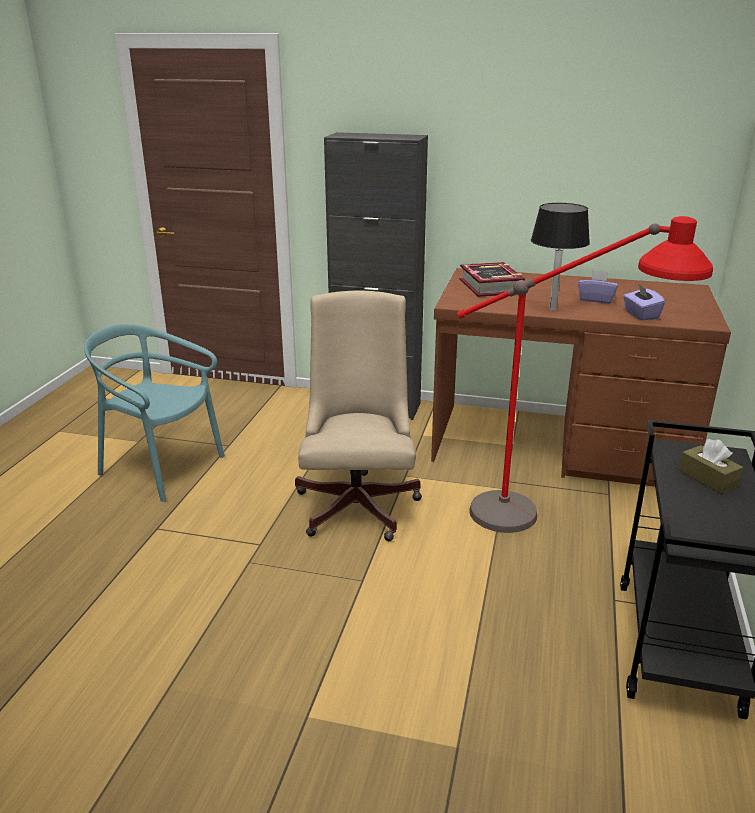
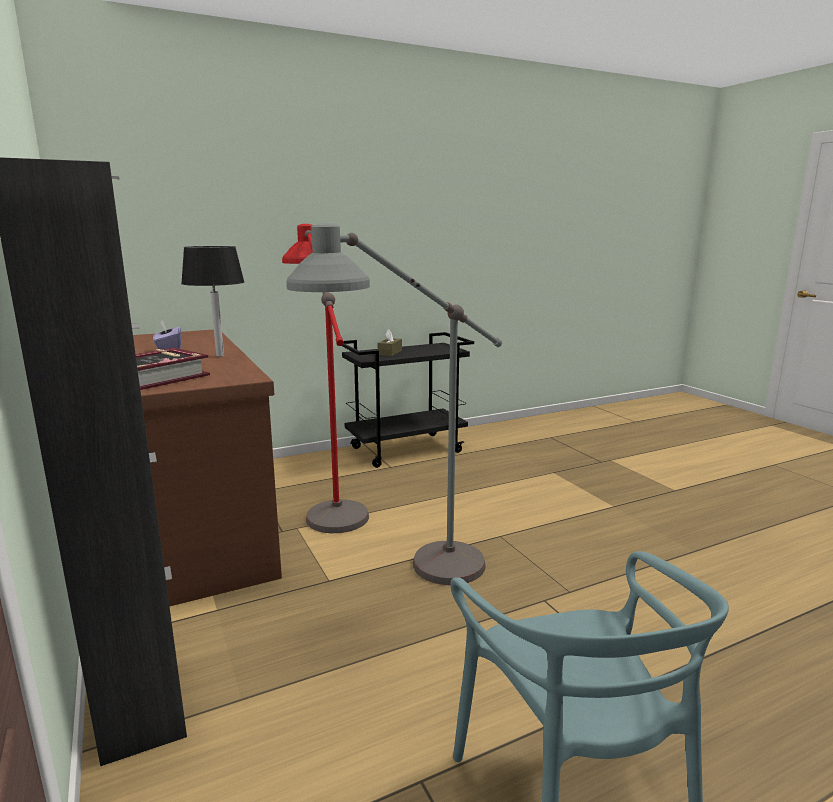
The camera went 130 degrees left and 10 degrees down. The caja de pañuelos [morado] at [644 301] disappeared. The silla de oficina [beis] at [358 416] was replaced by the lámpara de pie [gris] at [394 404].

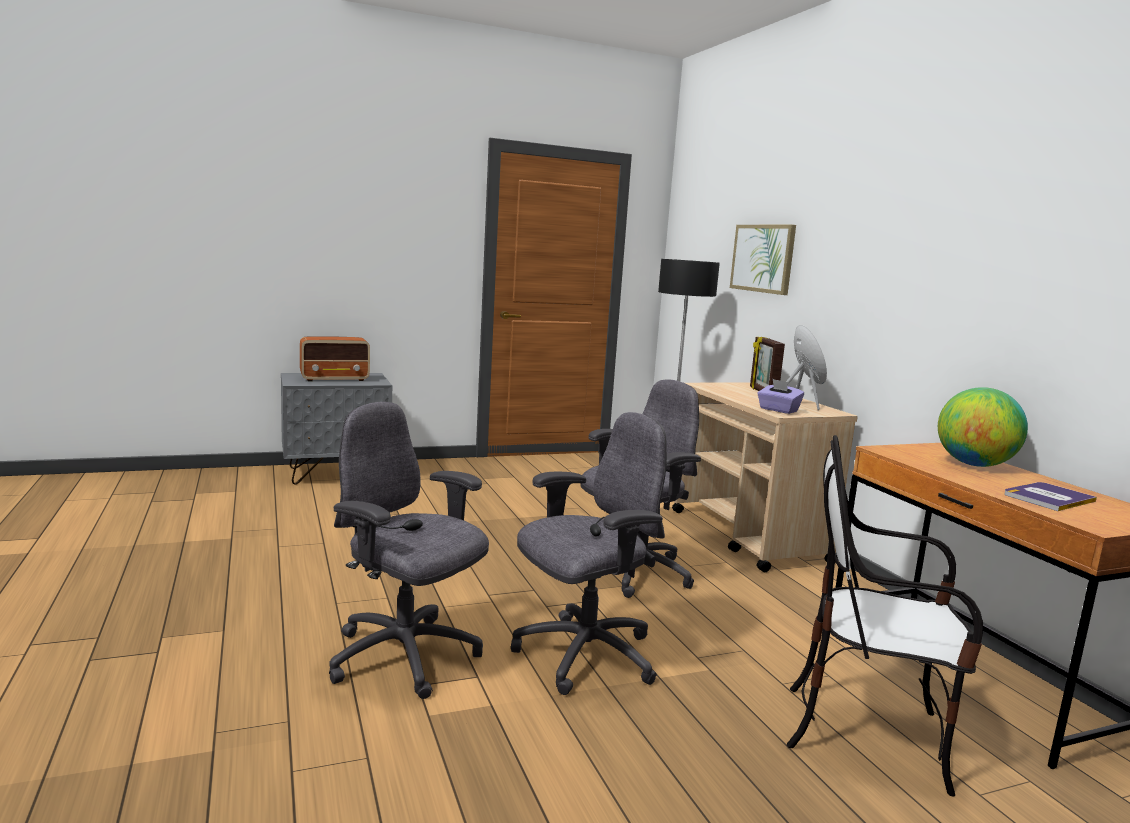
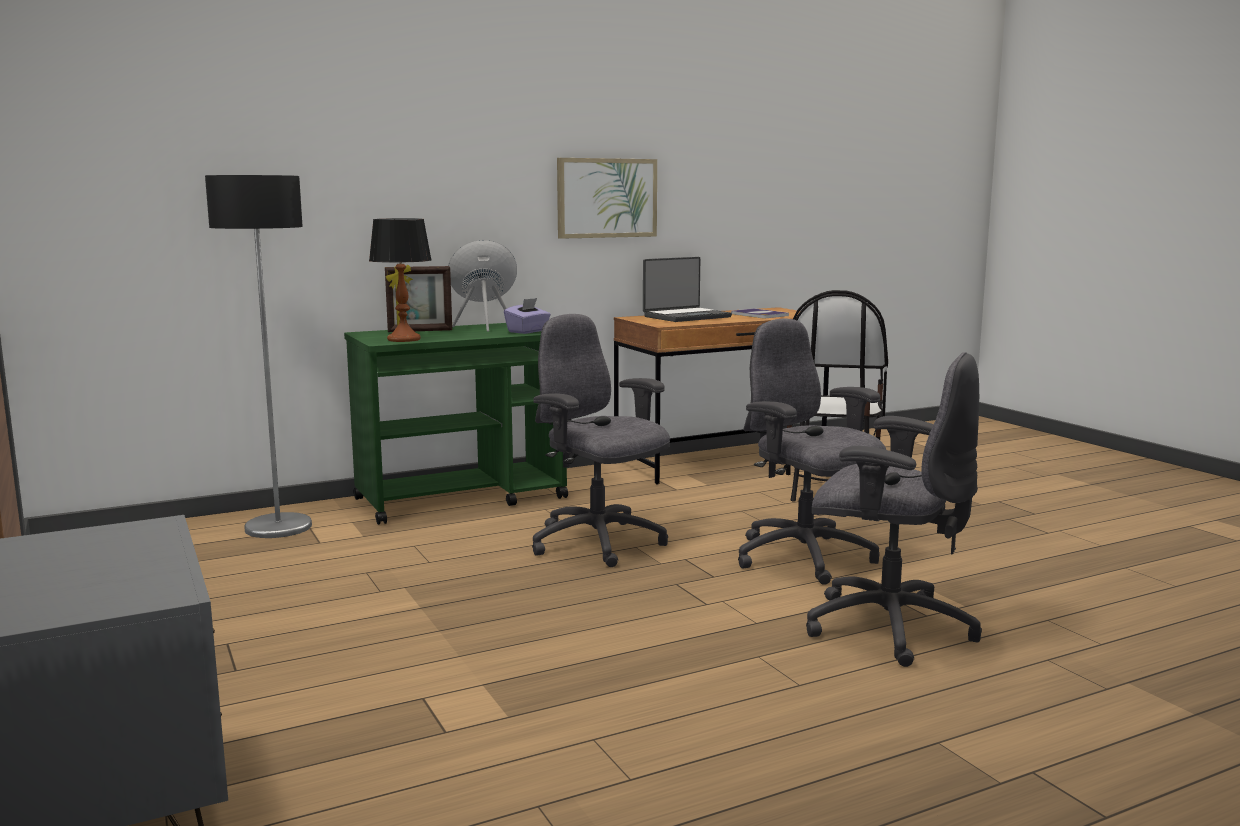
The camera went 95 degrees left and 0 degrees up. The cuadro moved from [763 260] to [607 198]. The radio at [335 358] disappeared. The carrito [beis] at [765 477] became the carrito [verde] at [456 424]. The globo terráqueo at [983 427] was replaced by the portátil at [687 289]. The silla de oficina [gris] at [409 550] turned 90 degrees counterclockwise. The lámpara de mesa at [400 280] appeared.

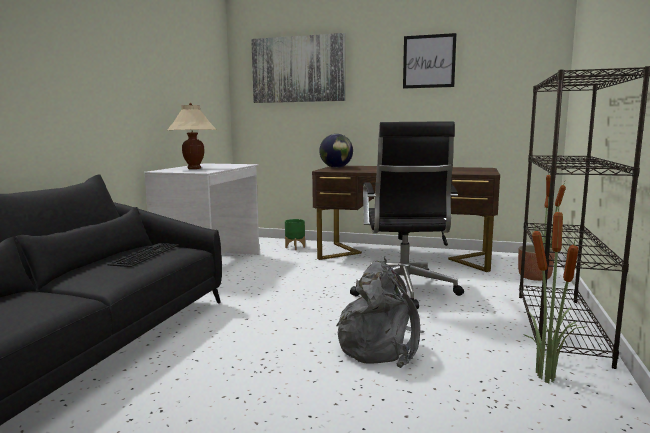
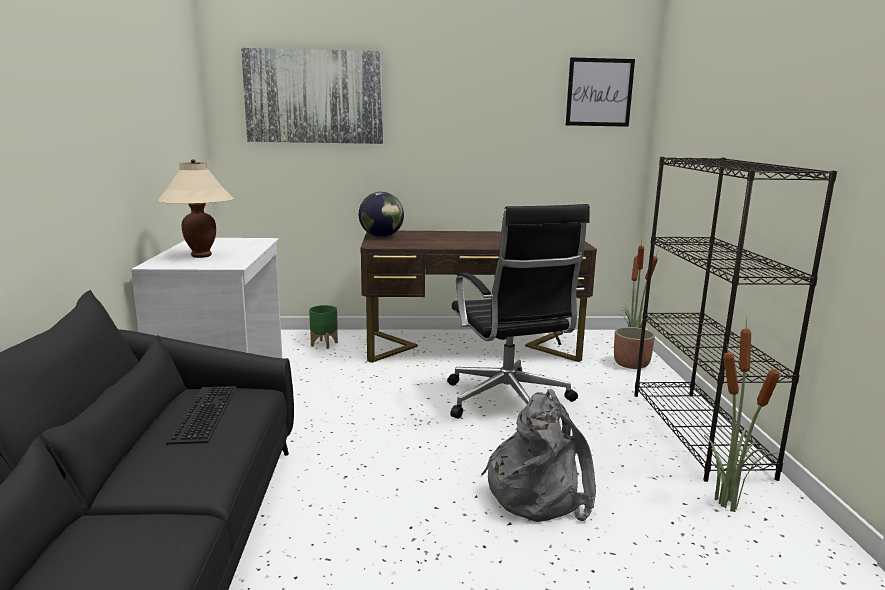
The camera went 20 degrees left and 5 degrees up. The cuadro moved from [430 61] to [600 92].

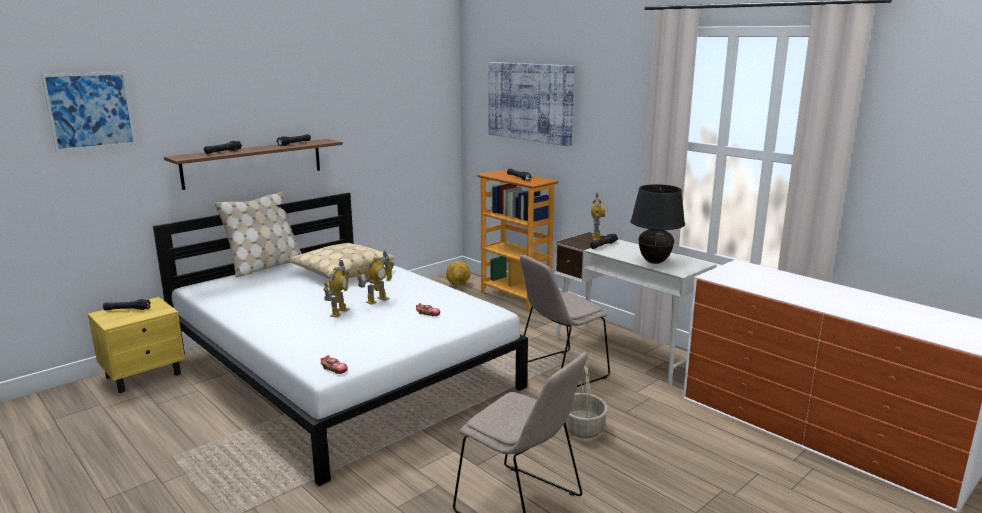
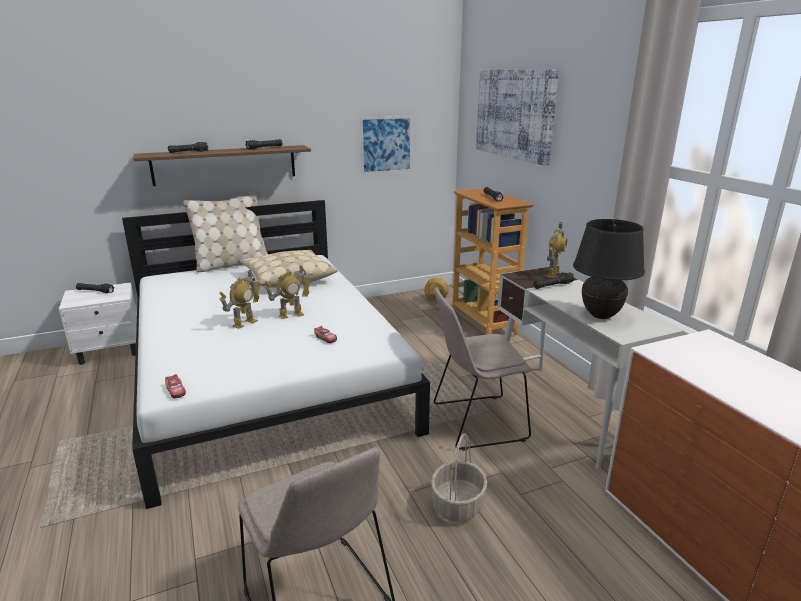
The camera went 20 degrees right and 5 degrees up. The cuadro moved from [88 112] to [386 145]. The mesita de noche [amarillo] at [136 345] became the mesita de noche [blanco] at [98 323].

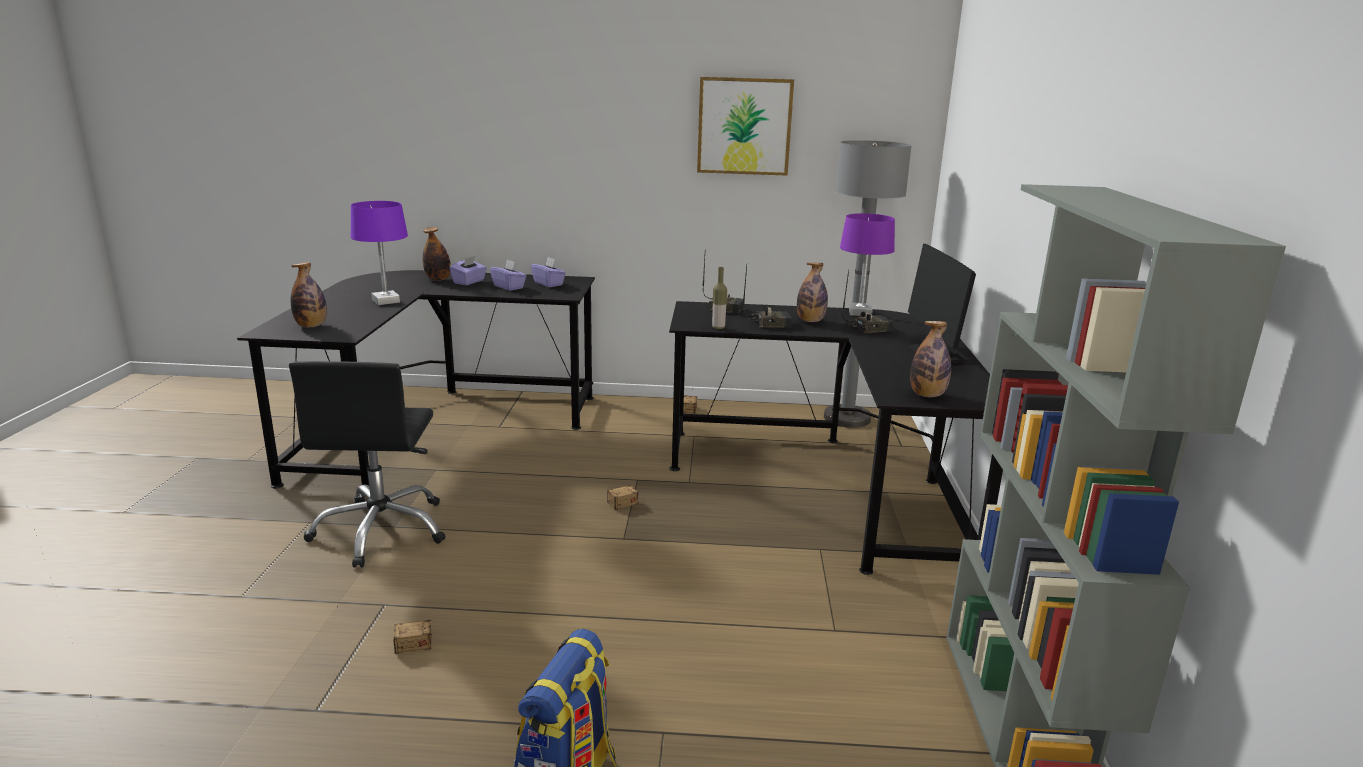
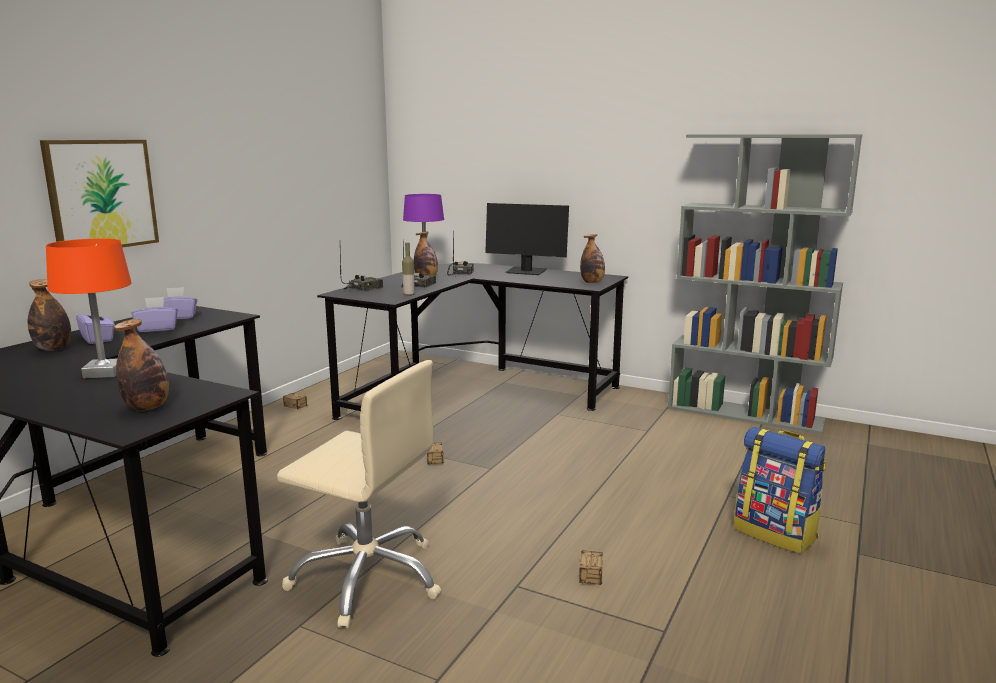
The camera went 65 degrees left and 5 degrees down. The cuadro moved from [745 126] to [99 194]. The lámpara de pie [gris] at [868 284] disappeared. The lámpara de mesa [morado] at [379 253] became the lámpara de mesa [naranja] at [89 308]. The silla de oficina [negro] at [367 464] became the silla de oficina [beis] at [359 494].

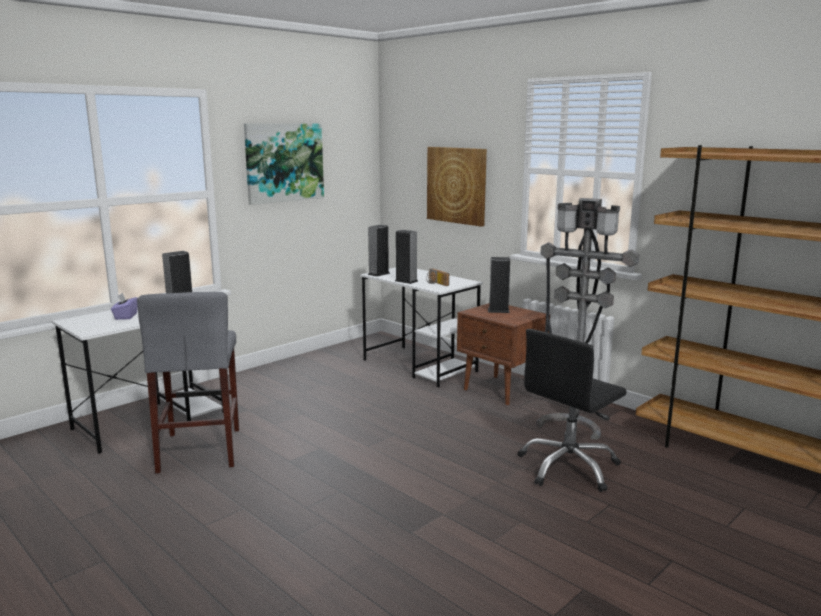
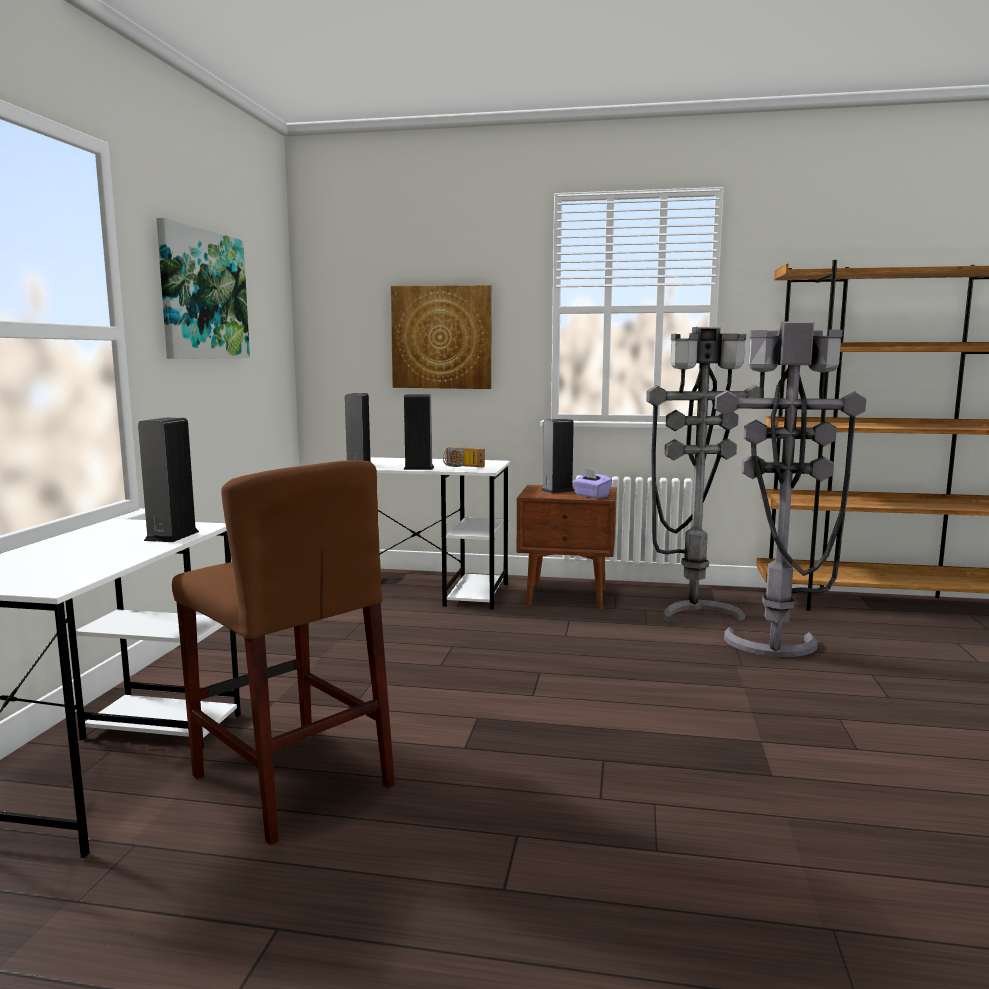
The camera went 35 degrees left and 5 degrees down. The taburete [gris] at [188 382] became the taburete [marrón] at [283 652]. The caja de pañuelos [morado] moved from [124 306] to [592 483]. The silla de oficina [negro] at [572 410] was replaced by the lámpara de pie [gris] at [790 489].

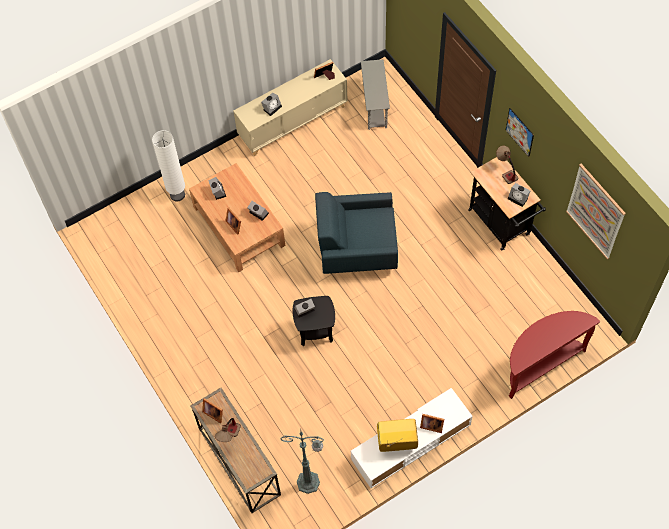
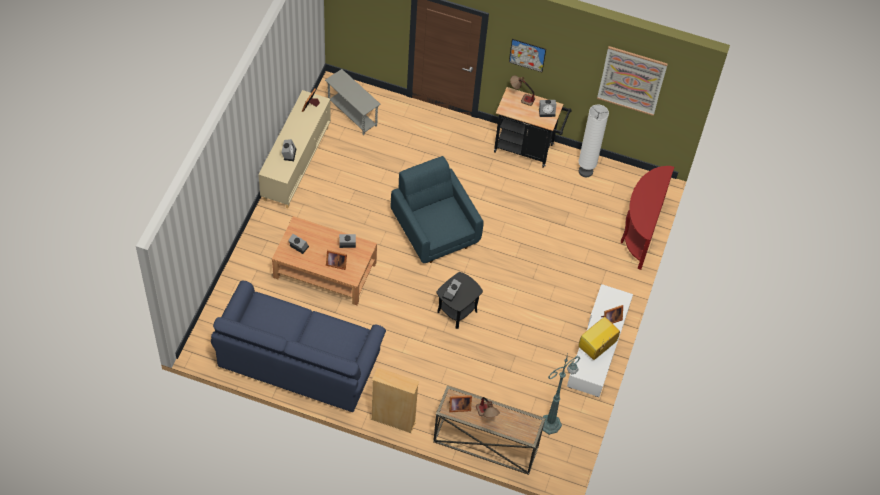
The camera went 45 degrees left and 5 degrees down. The lámpara de pie [blanco] moved from [168 166] to [594 140]. The sillón [azul] at [356 233] turned 105 degrees clockwise. The sofá [azul] at [298 346] appeared. The estantería [beis] at [395 400] appeared.

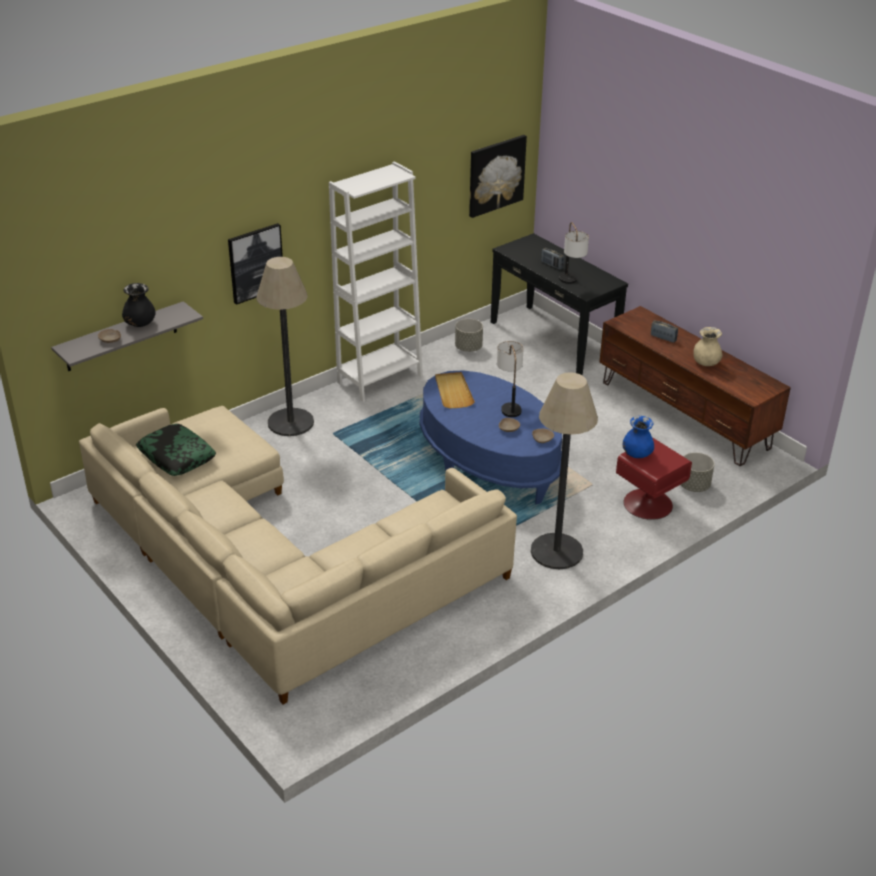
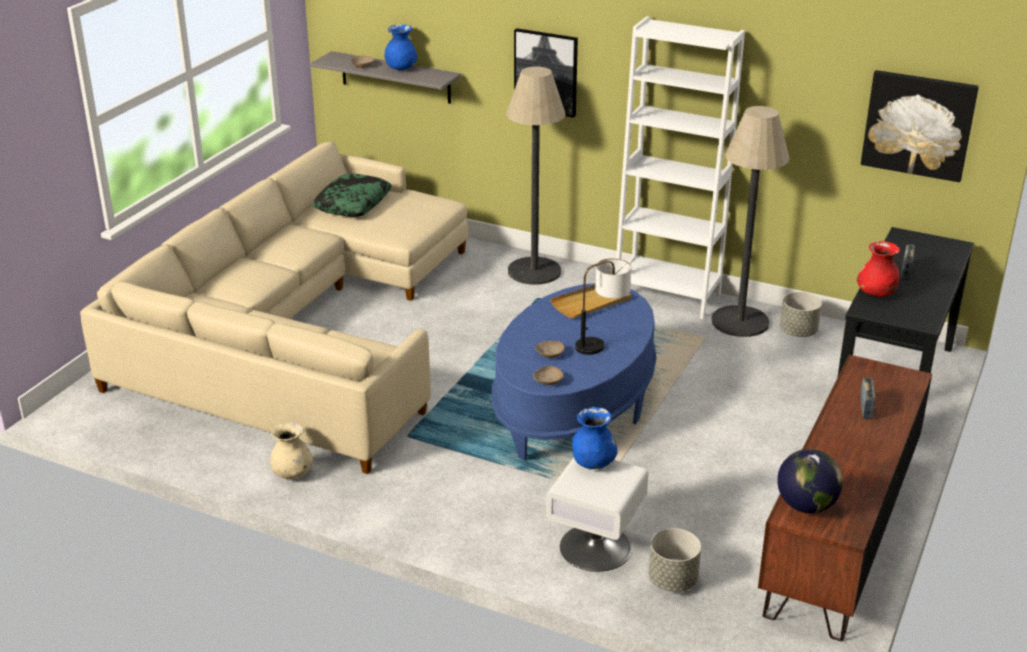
The camera went 65 degrees right and 5 degrees down. The lámpara de mesa at [574 253] was replaced by the florero [rojo] at [878 269]. The florero [negro] at [139 305] became the florero [azul] at [401 47]. The florero [beis] moved from [708 346] to [291 450]. The lámpara de pie moved from [564 470] to [750 221]. The mesita de noche [rojo] at [654 479] became the mesita de noche [blanco] at [597 515]. The globo terráqueo at [810 481] appeared.

